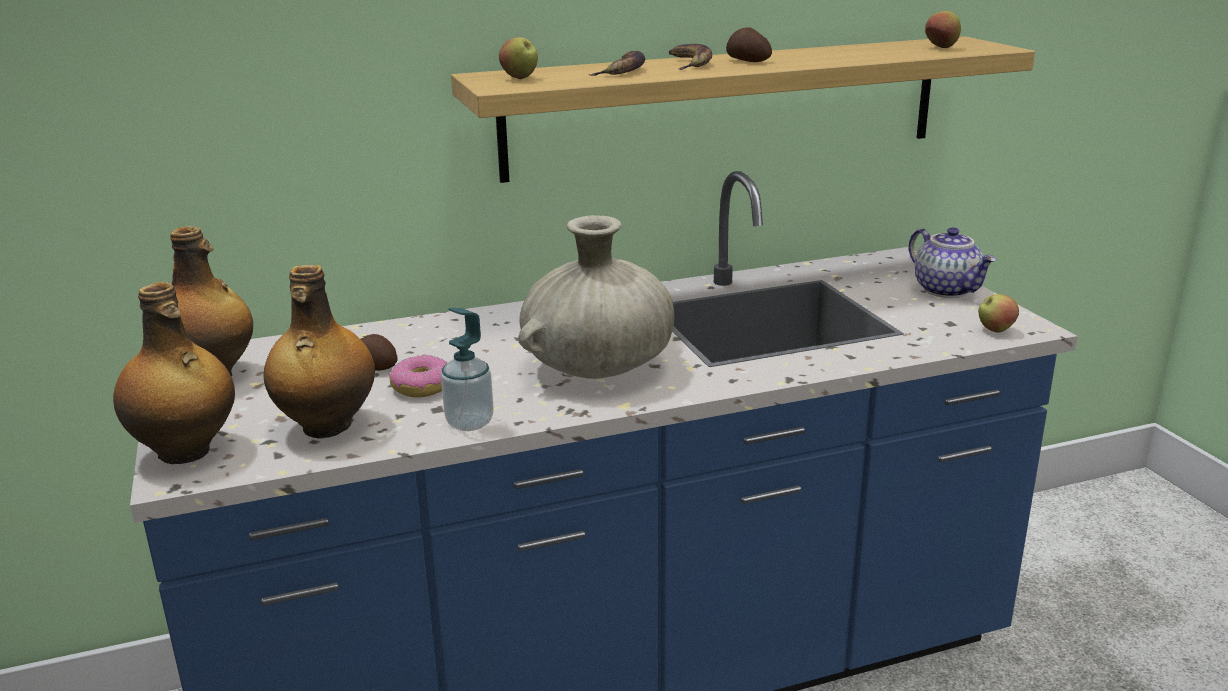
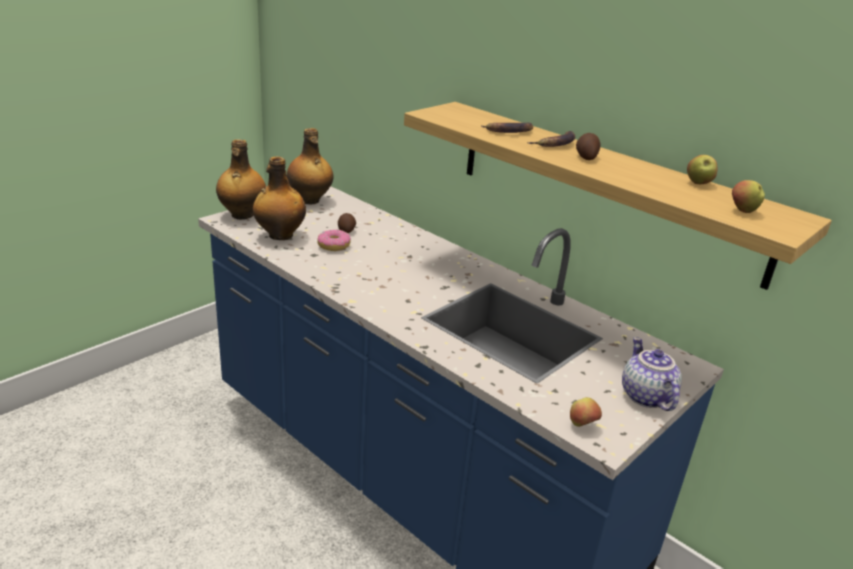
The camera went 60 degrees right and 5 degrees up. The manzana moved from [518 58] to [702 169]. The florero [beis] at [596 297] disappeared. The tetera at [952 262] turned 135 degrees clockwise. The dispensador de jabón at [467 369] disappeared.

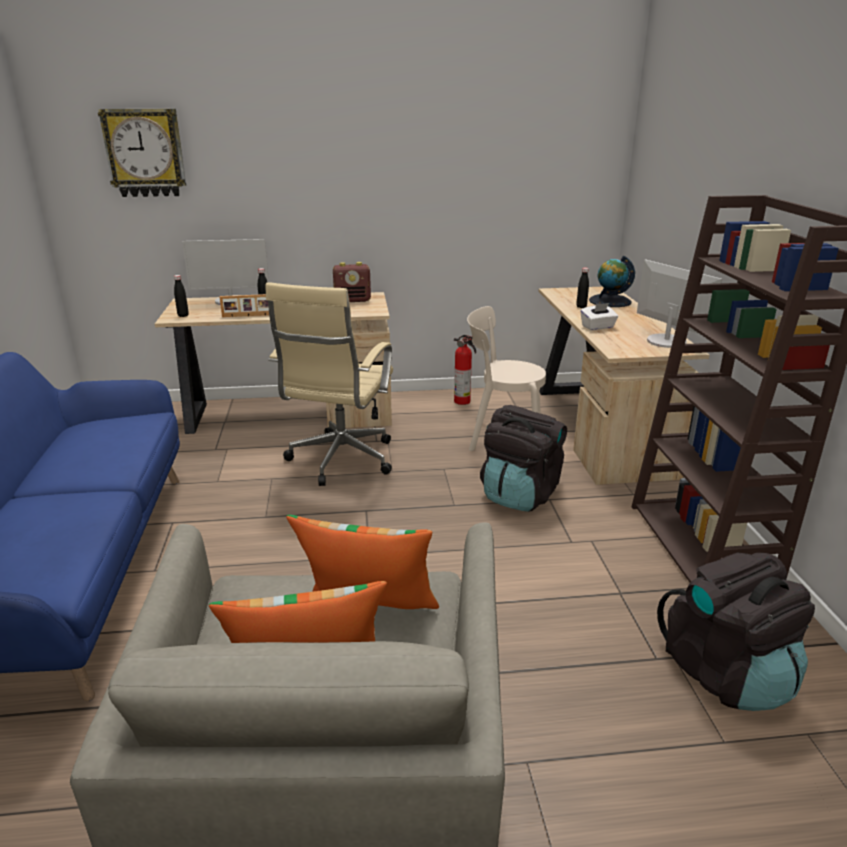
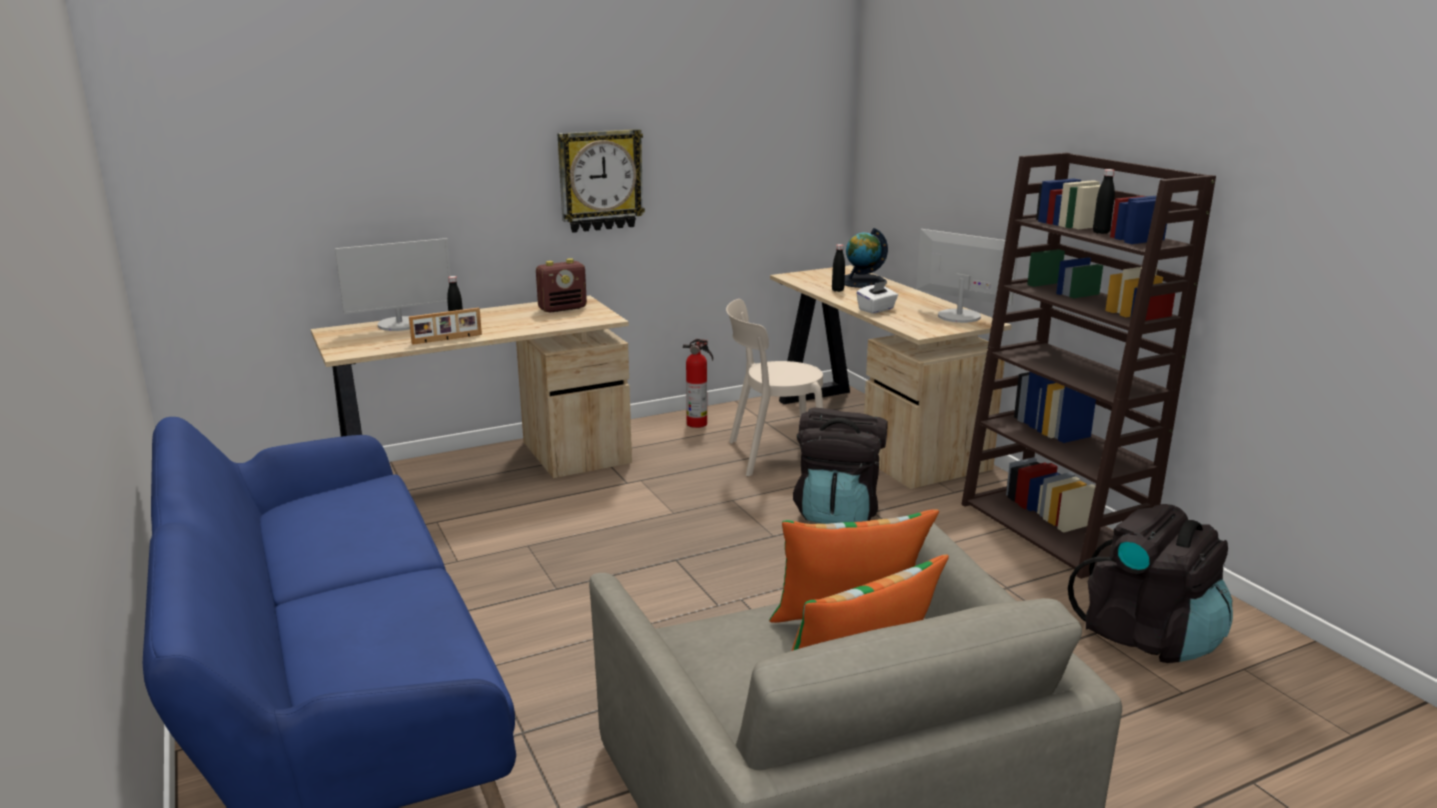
The camera went 20 degrees left and 5 degrees down. The reloj de pared moved from [142 153] to [601 181]. The botella [negro] moved from [181 296] to [1104 201]. The silla de oficina [beis] at [329 384] disappeared.

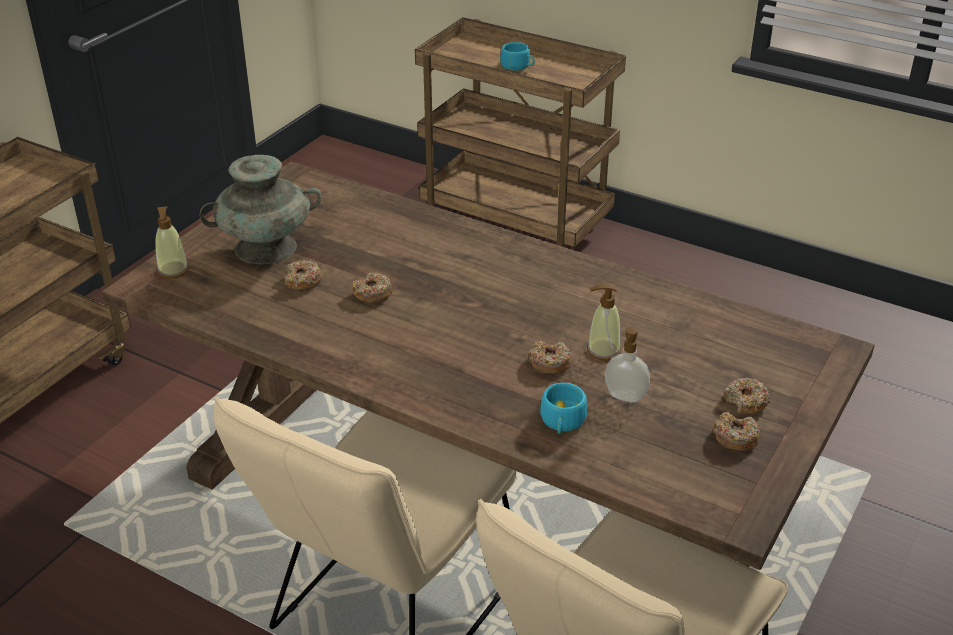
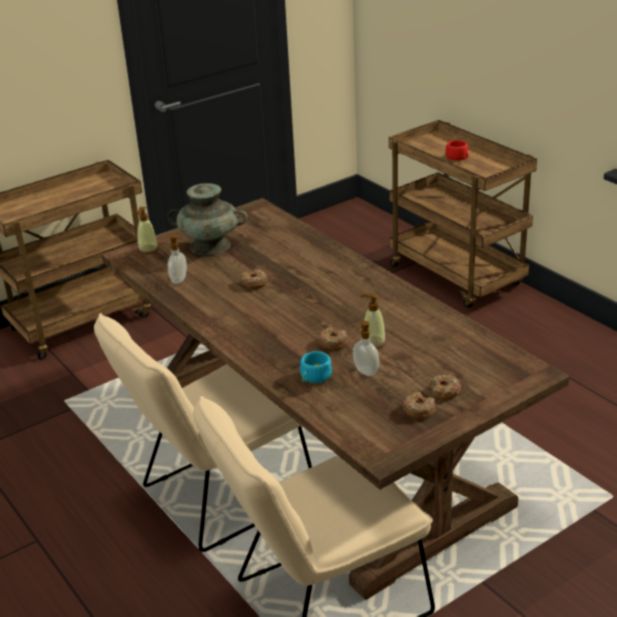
The camera went 25 degrees right and 5 degrees down. The taza [turquesa] at [517 56] became the taza [rojo] at [457 150]. The rosquilla at [304 275] disappeared. The dispensador de jabón at [177 259] appeared.

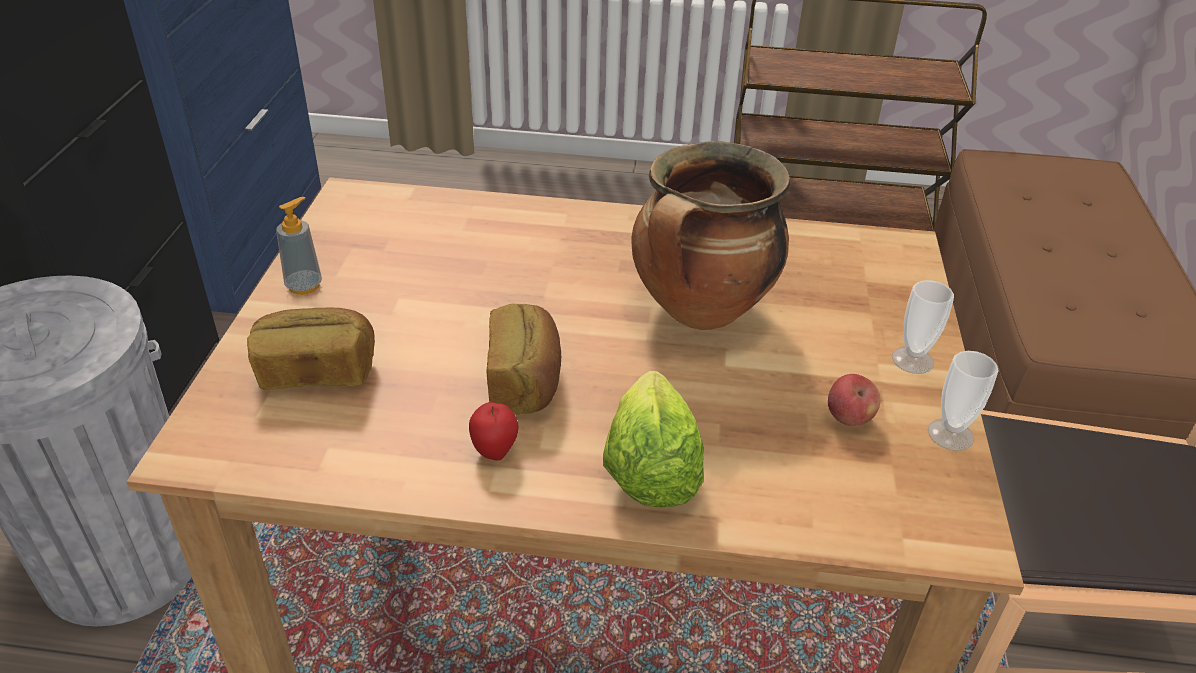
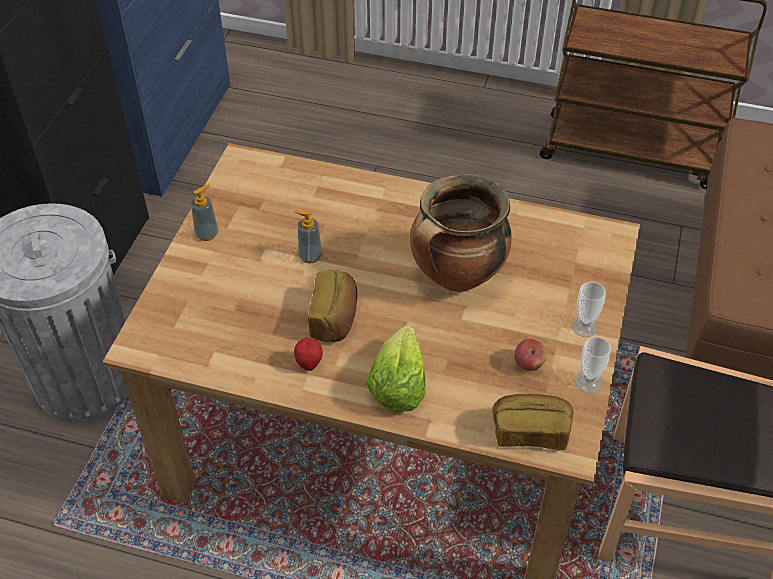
The camera went 10 degrees right and 10 degrees up. The pan moved from [311 348] to [533 422]. The dispensador de jabón at [308 236] appeared.

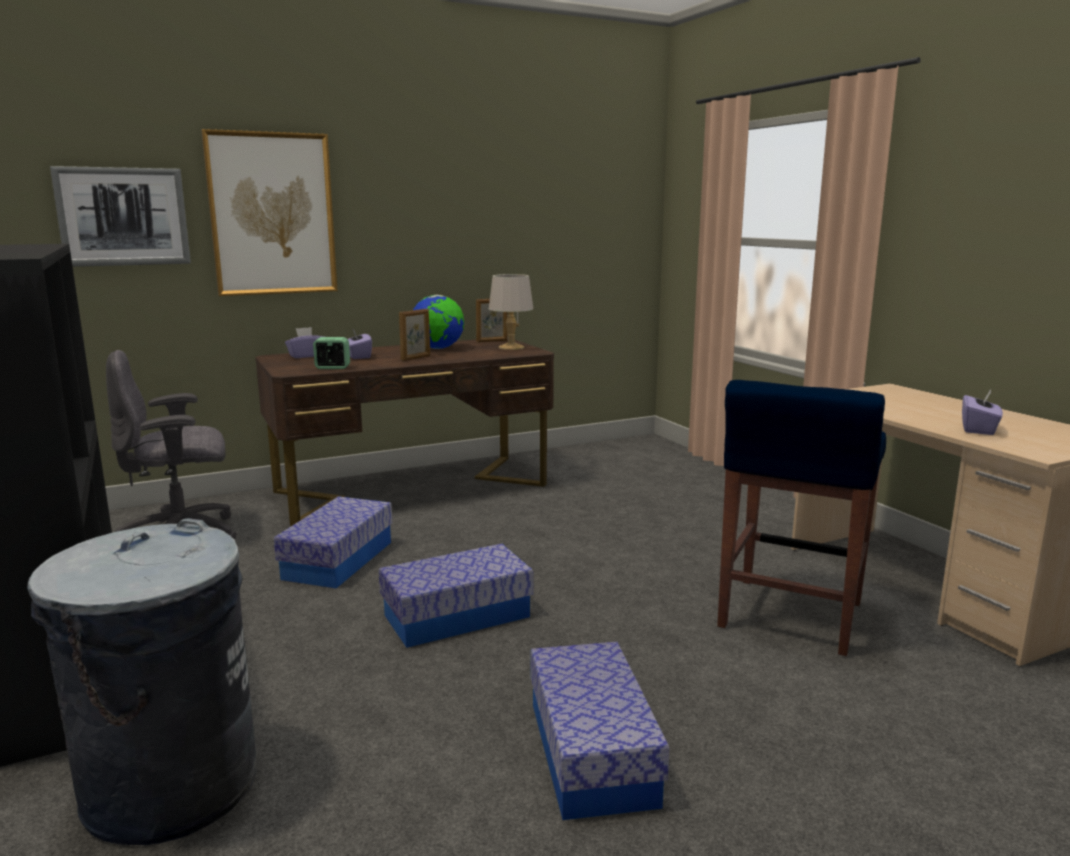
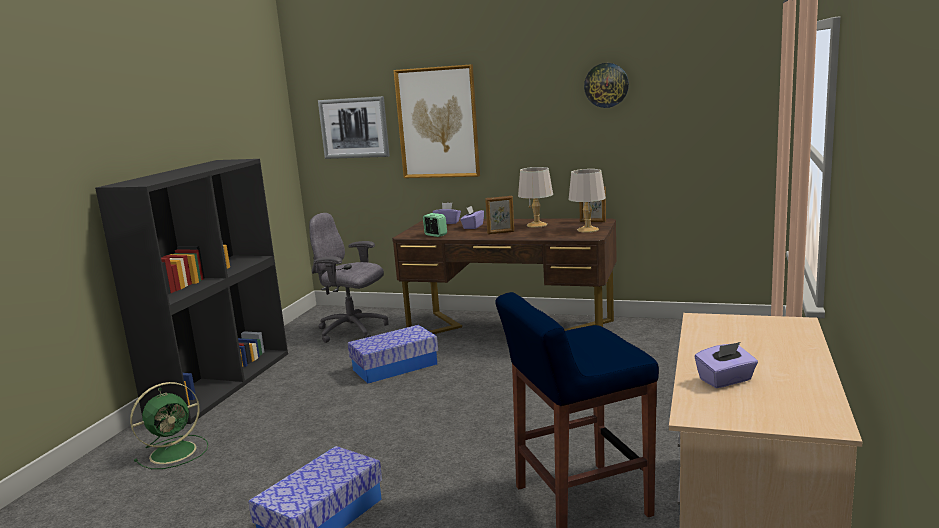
The camera went 45 degrees right and 0 degrees up. The globo terráqueo at [438 322] was replaced by the lámpara de mesa [gris] at [535 197]. The papelera [gris] at [141 681] was replaced by the ventilador [verde] at [169 425]. The caja de almacenaje at [456 596] disappeared. The reloj de pared at [606 85] appeared.

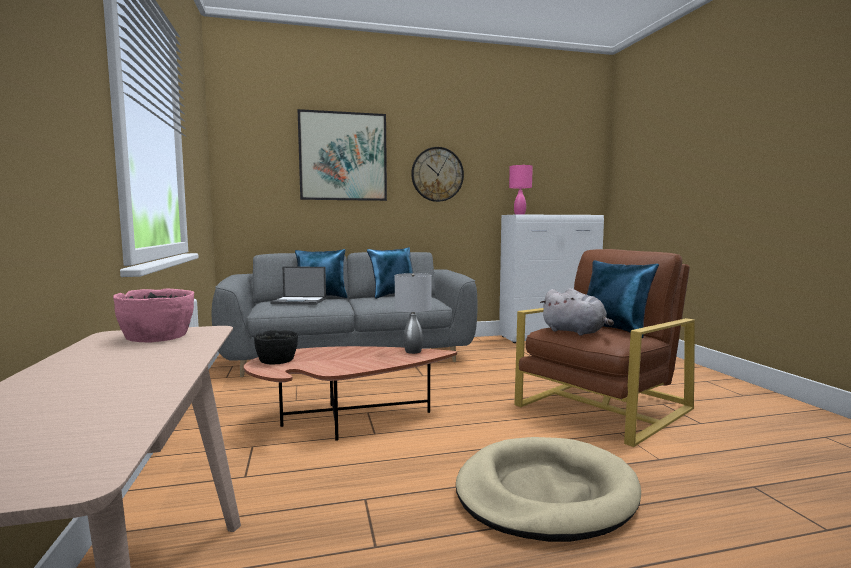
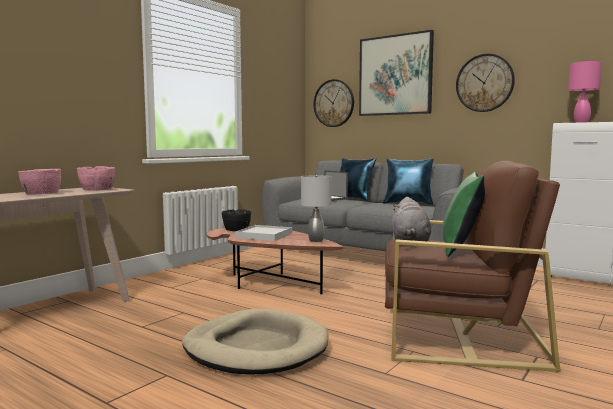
The camera went 50 degrees right and 0 degrees up. The cojín [azul] at [623 299] became the cojín [verde] at [463 214]. The reloj de pared at [334 103] appeared. The cuenco [rosa] at [39 181] appeared. The bandeja [blanco] at [263 233] appeared.

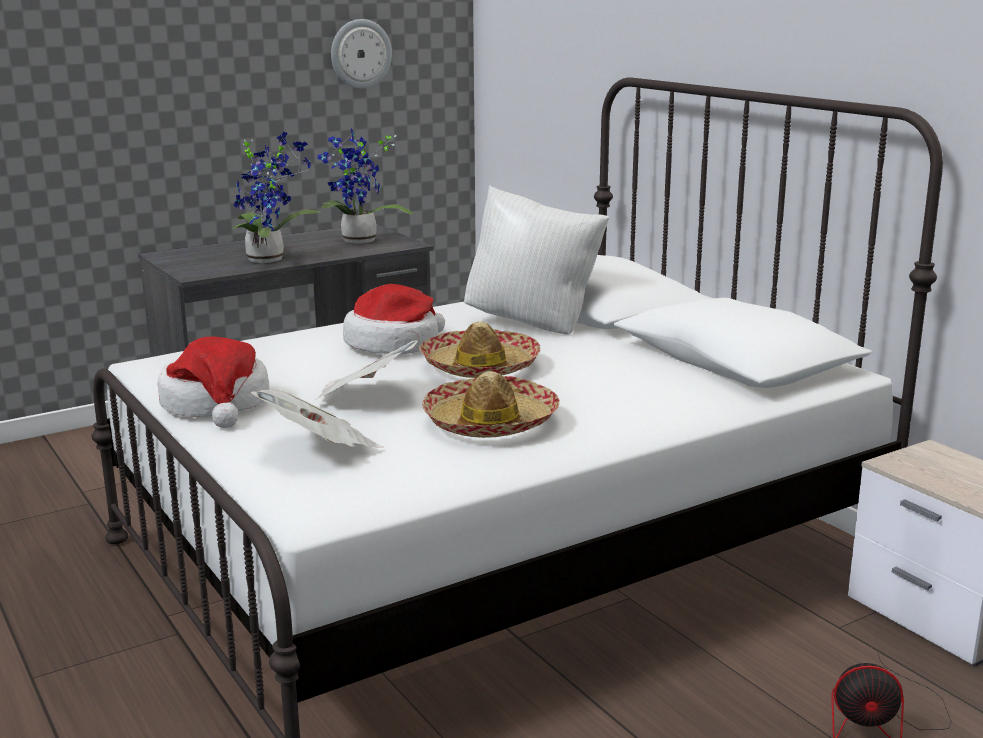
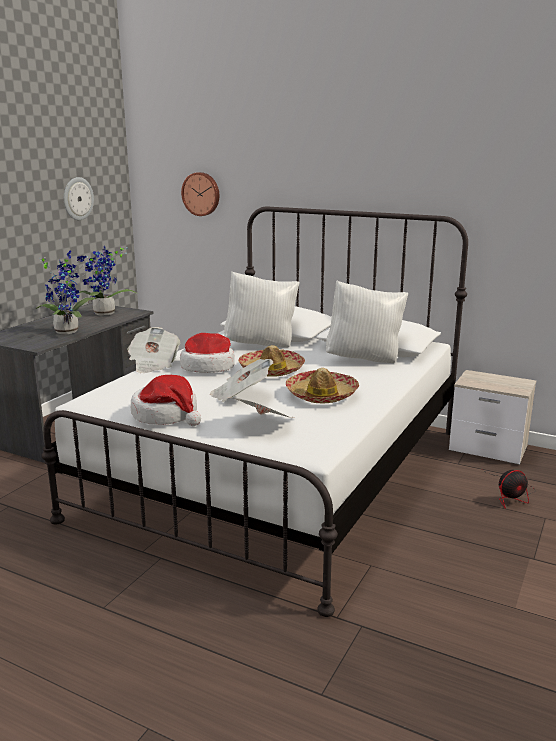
The camera went 30 degrees left and 0 degrees up. The reloj de pared at [200 194] appeared. The cojín [blanco] at [367 321] appeared. The periódico at [154 350] appeared.

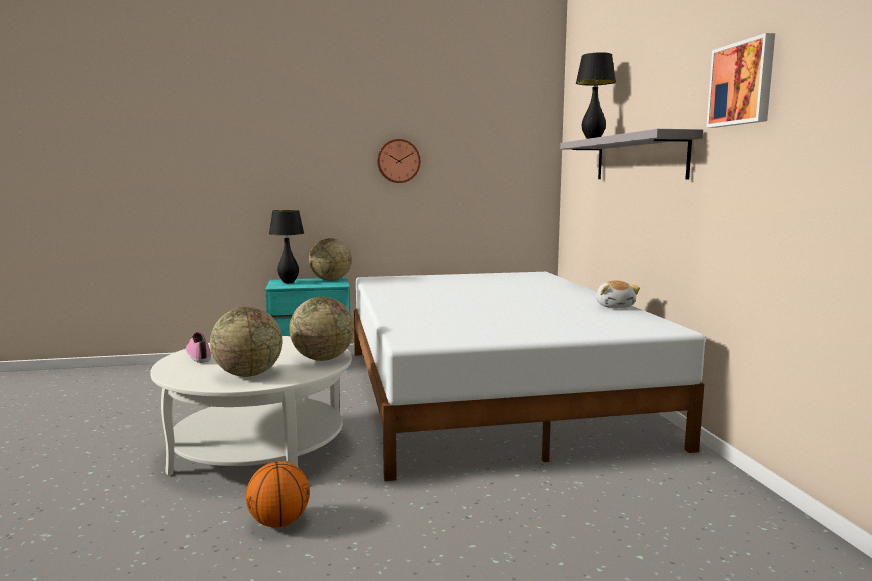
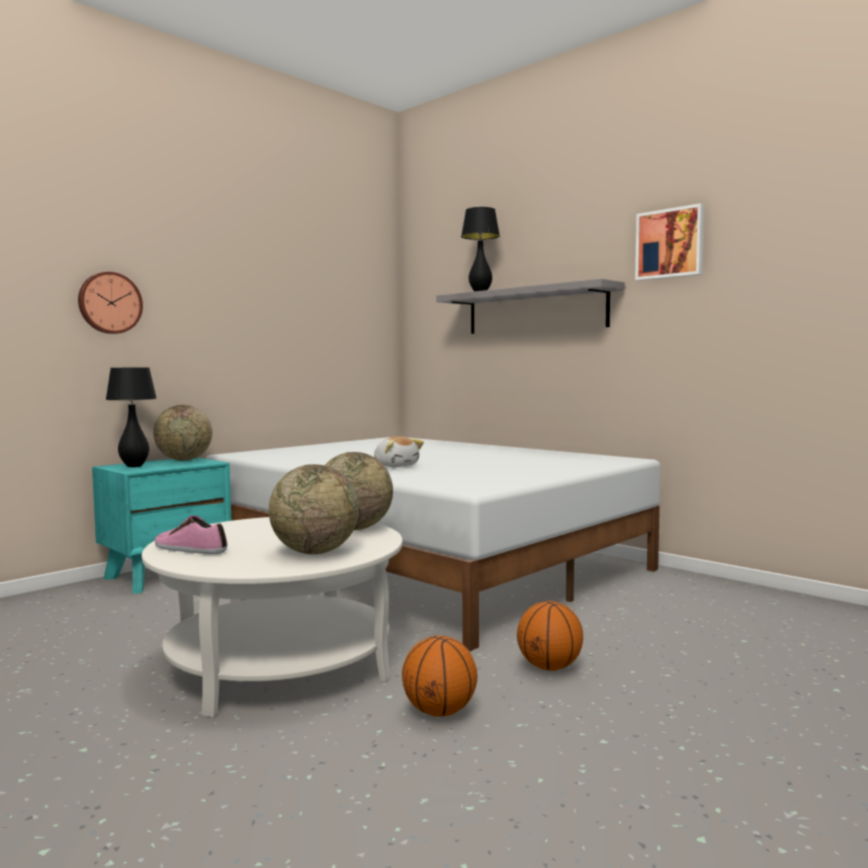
The camera went 35 degrees left and 5 degrees down. The reloj de pared moved from [399 161] to [110 303]. The peluche moved from [618 294] to [399 451]. The balón de baloncesto at [550 636] appeared.

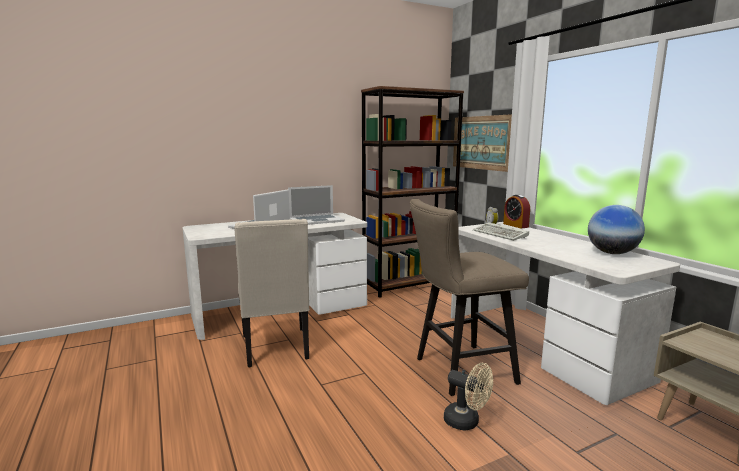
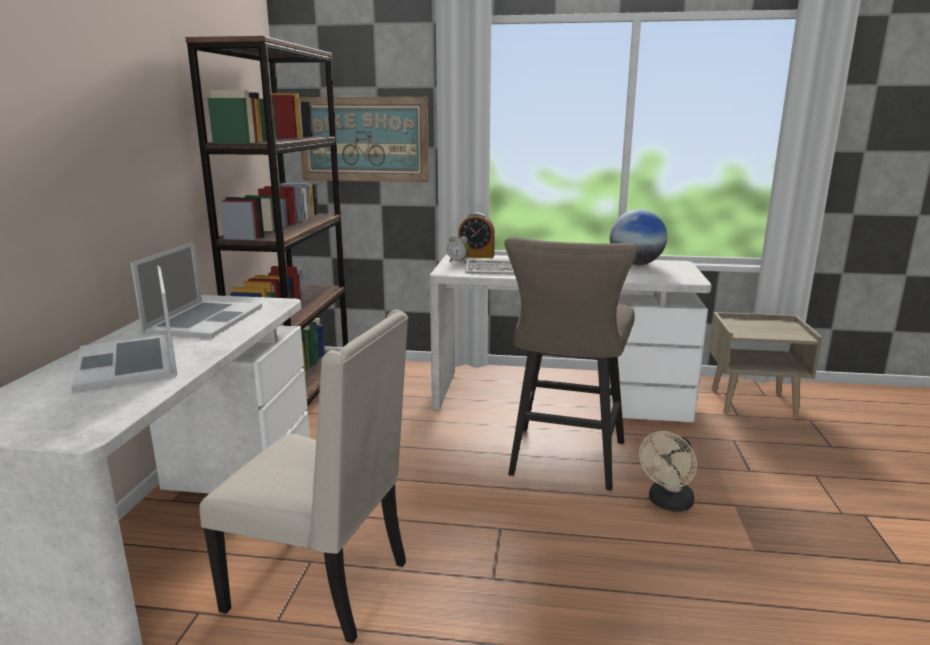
The camera went 55 degrees left and 5 degrees up. The ventilador [beis] at [468 396] turned 150 degrees clockwise.

